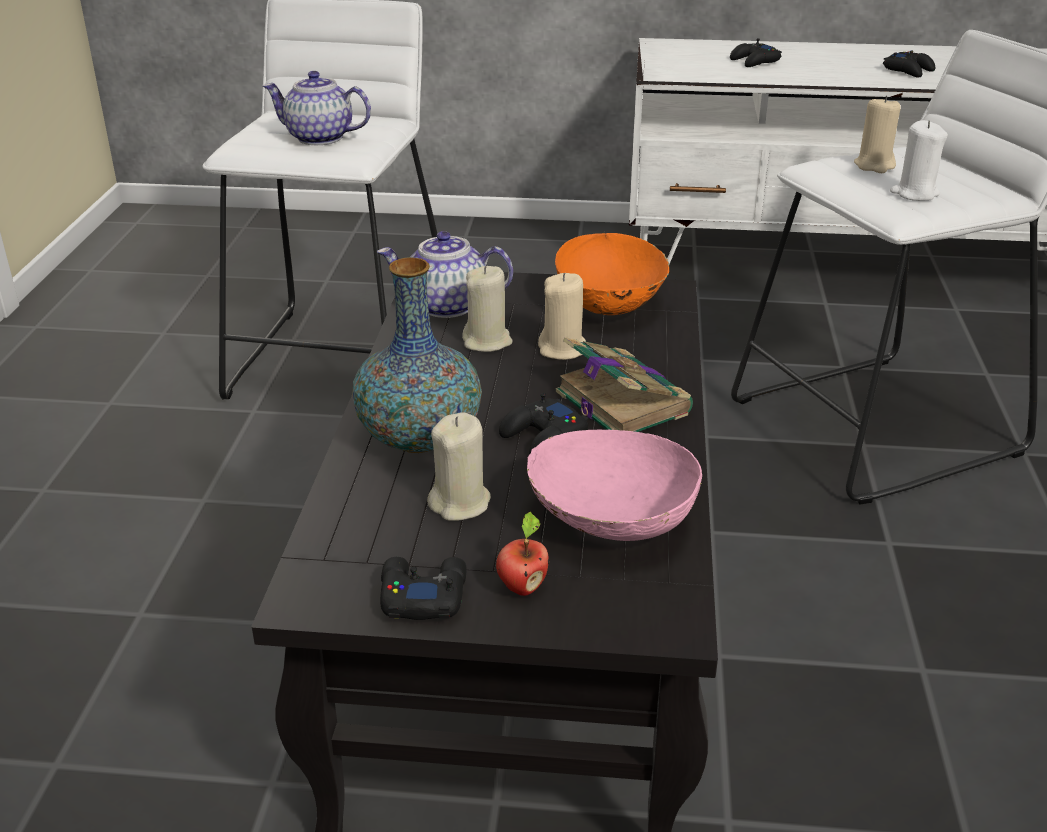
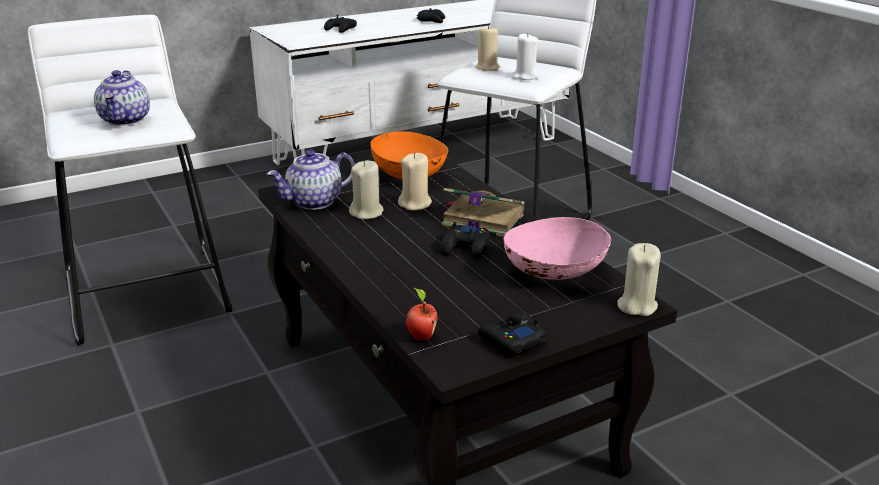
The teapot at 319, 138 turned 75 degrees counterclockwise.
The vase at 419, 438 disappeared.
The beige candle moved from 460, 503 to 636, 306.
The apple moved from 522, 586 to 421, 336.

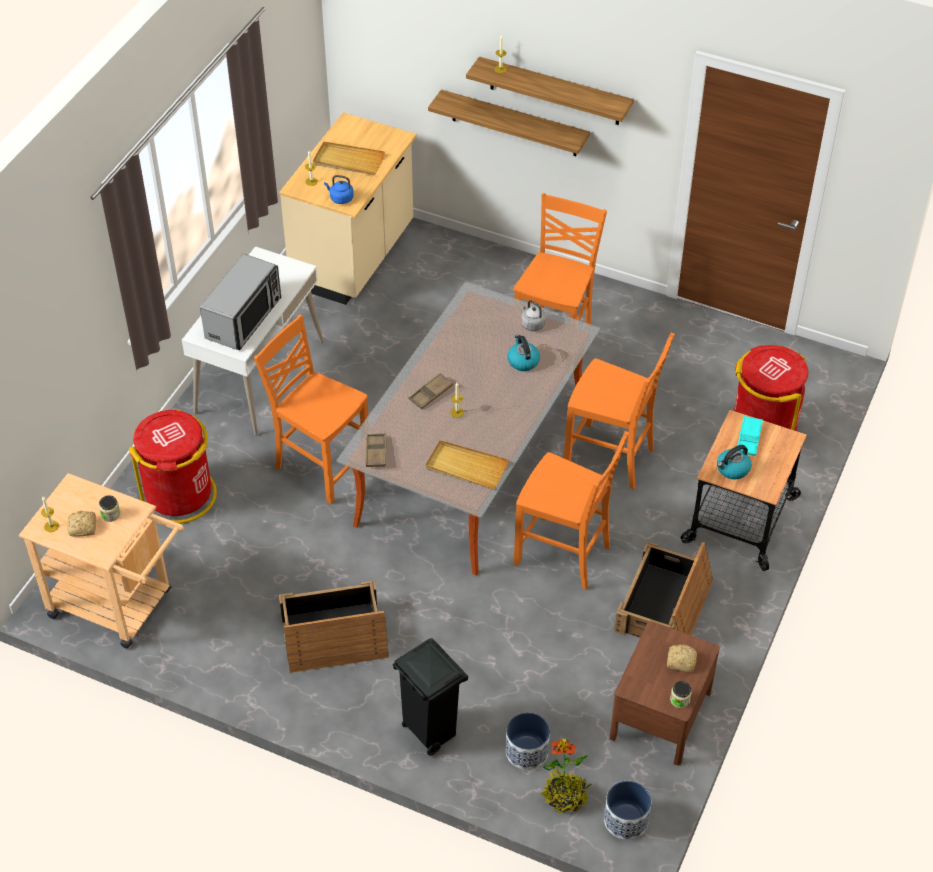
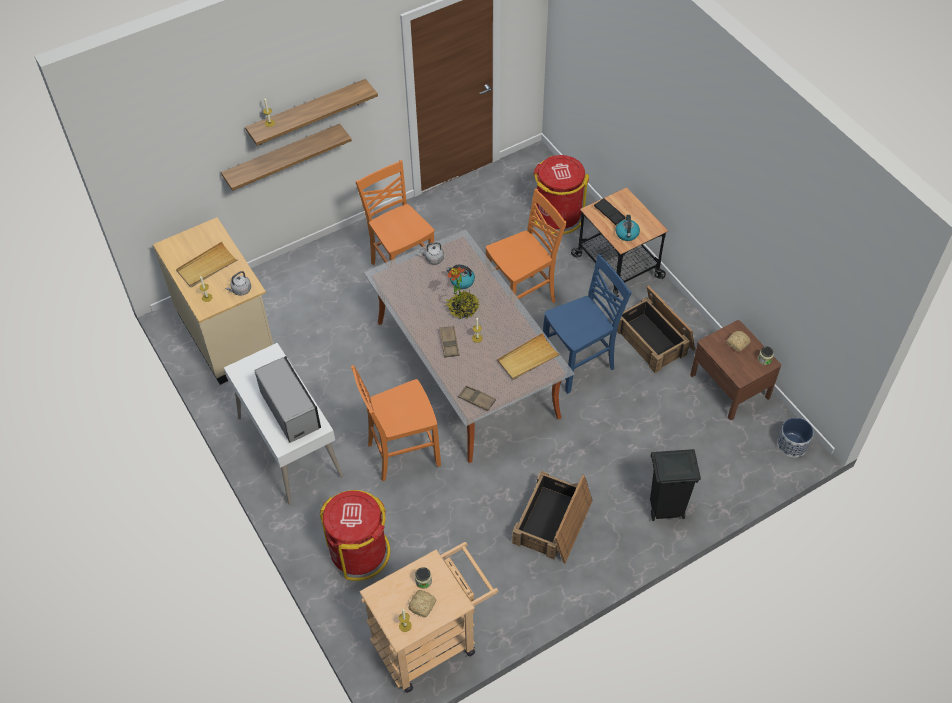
The blue kettle at 340, 198 became the grey kettle at 240, 290.
The turquoise tray at 749, 438 became the black tray at 609, 213.
The orange chair at 564, 555 became the blue chair at 579, 364.
The planter at 526, 752 disappeared.
The potted plant moved from 565, 796 to 463, 308.

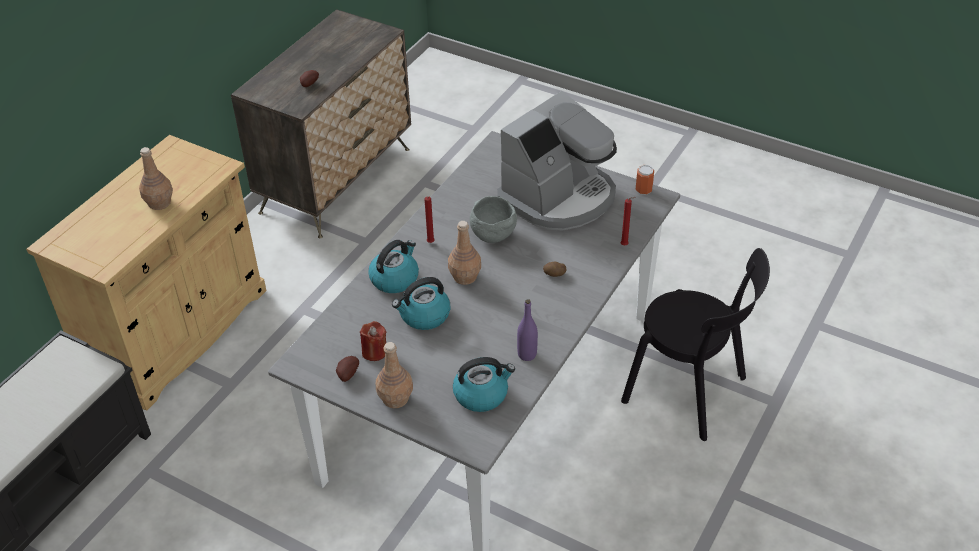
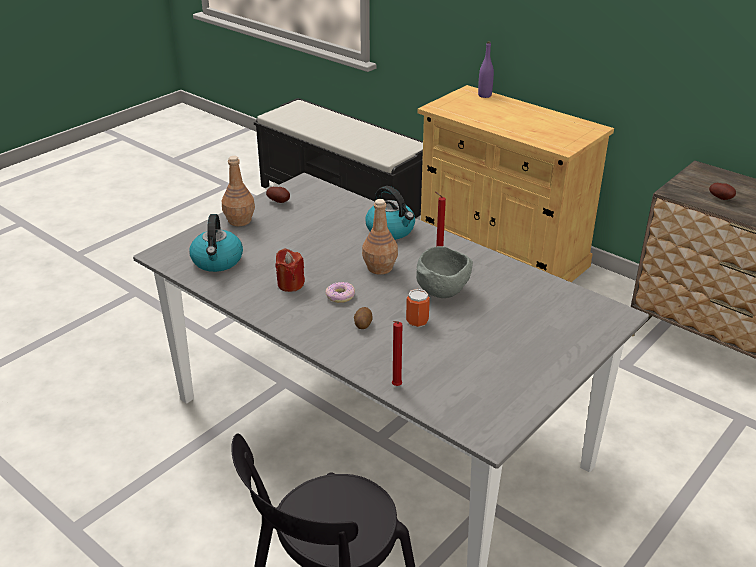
The coffee machine at 559, 197 disappeared.
The brown bottle at 159, 203 disappeared.
The can moved from 643, 189 to 417, 321.
The kettle at 424, 316 disappeared.
The purple bottle moved from 527, 354 to 484, 95.
The red candle moved from 374, 352 to 290, 284.
The donut at 340, 296 appeared.

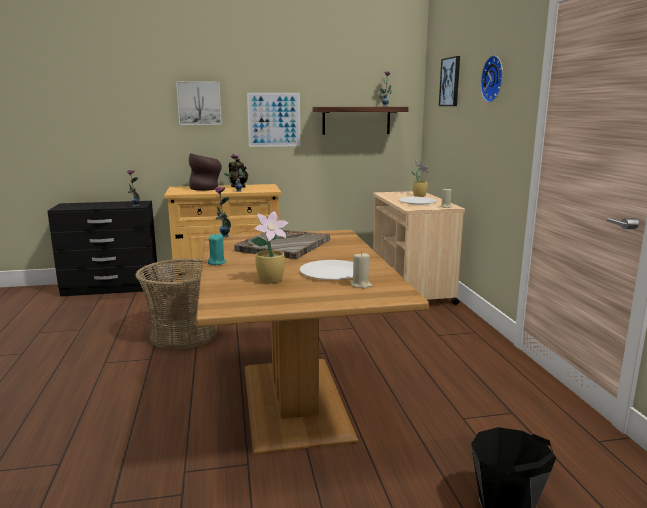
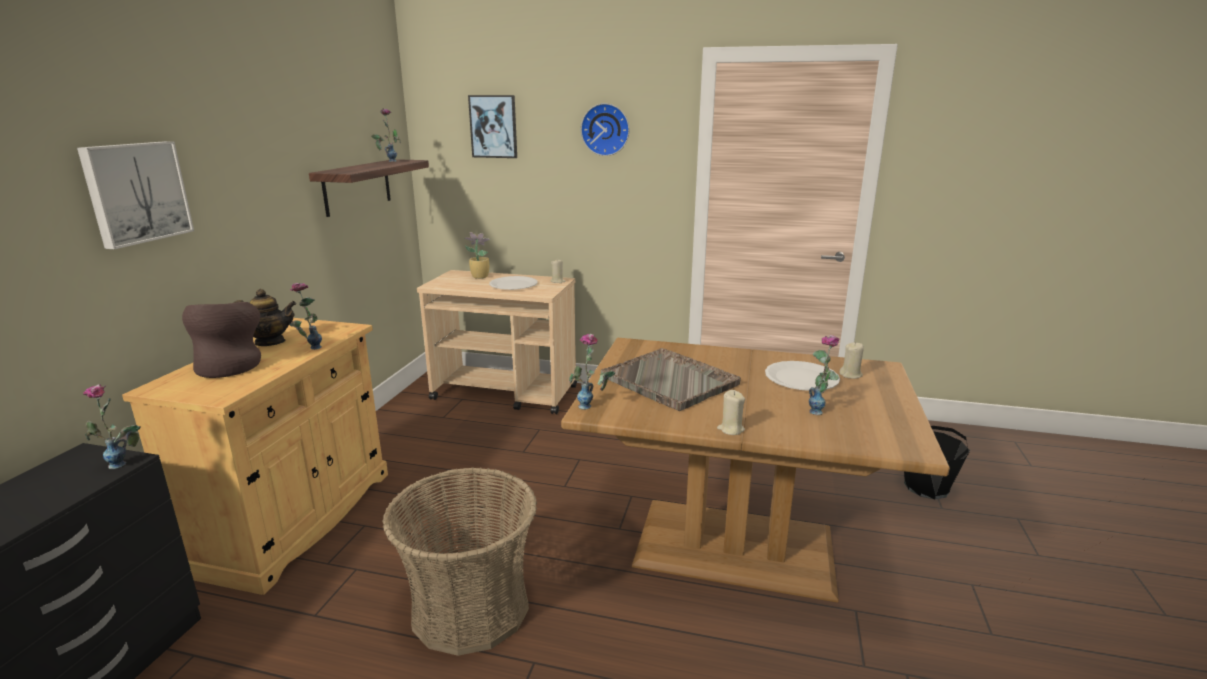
The picture at 274, 119 disappeared.
The potted plant at 272, 280 was replaced by the vase at 820, 409.
The turquoise candle at 217, 262 became the beige candle at 730, 429.

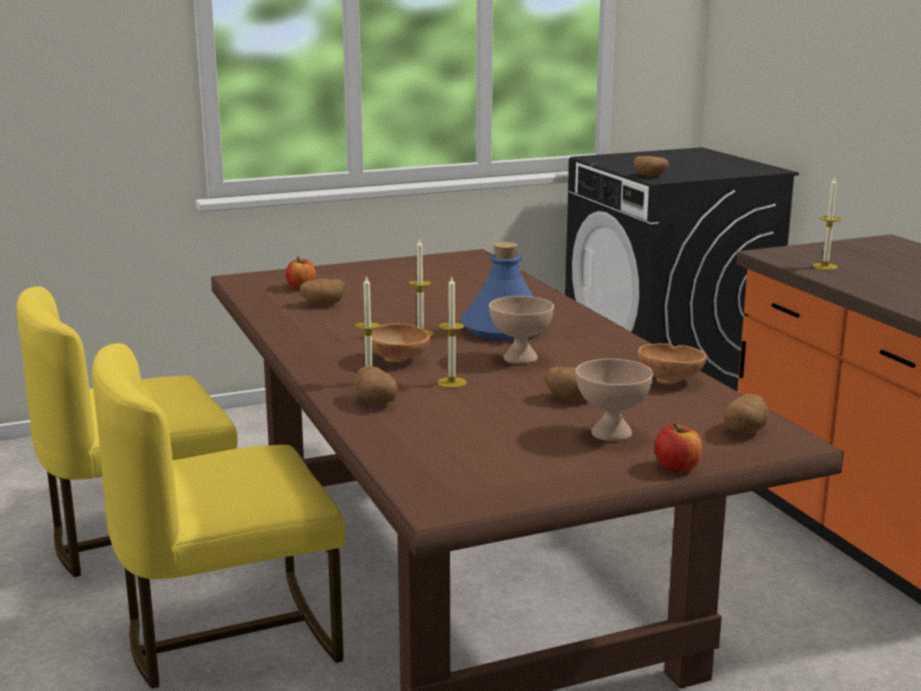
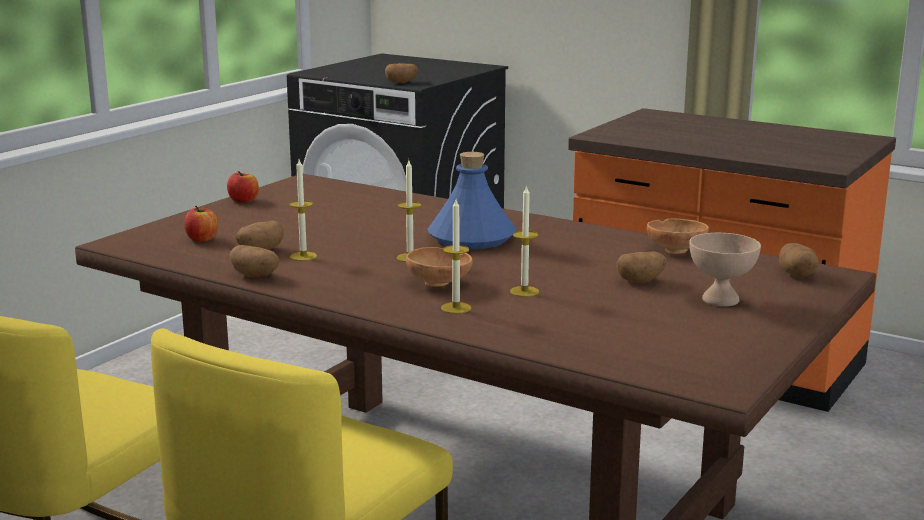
The candle moved from 825, 266 to 303, 256.
The beige bowl at 519, 358 disappeared.
The potato moved from 377, 402 to 256, 276.
The apple moved from 677, 467 to 243, 200.

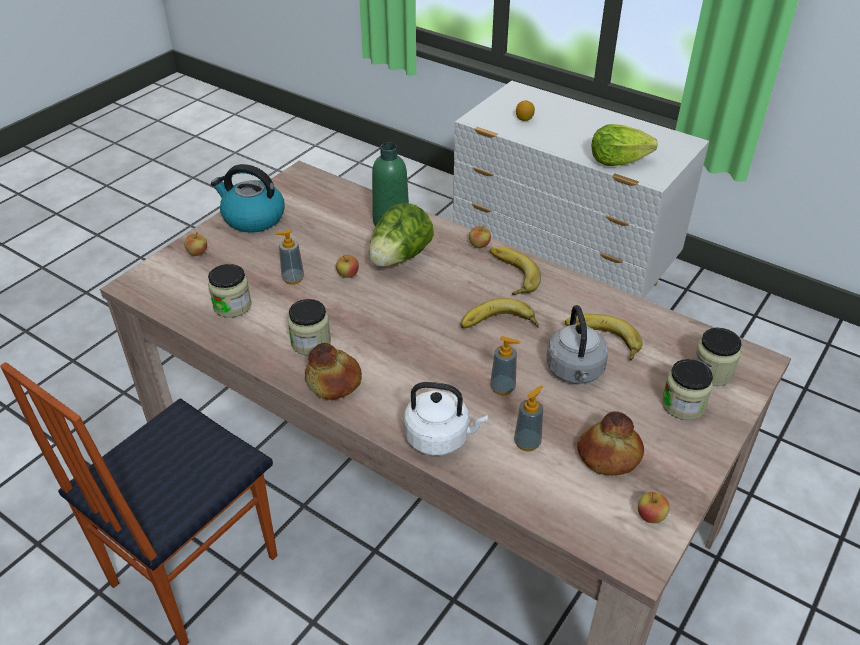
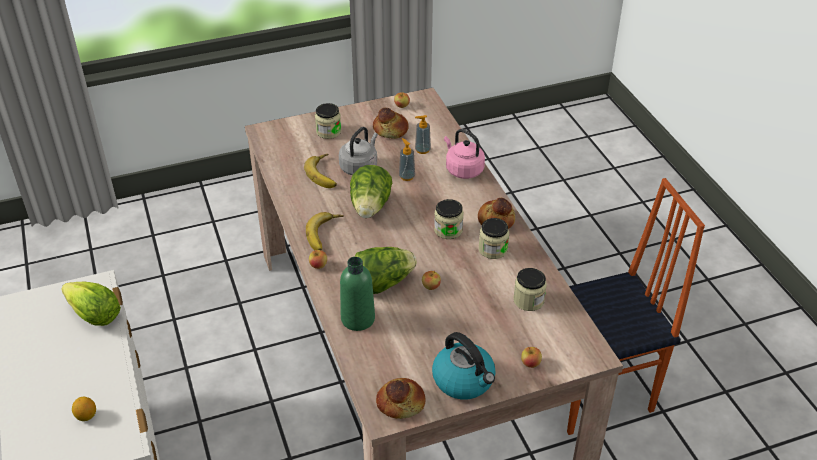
The soap dispenser at 293, 279 disappeared.
The banana at 499, 325 was replaced by the lettuce at 370, 207.
The jar moved from 711, 372 to 448, 230.
The white kettle at 440, 438 became the pink kettle at 463, 170.
The bread at 401, 402 appeared.

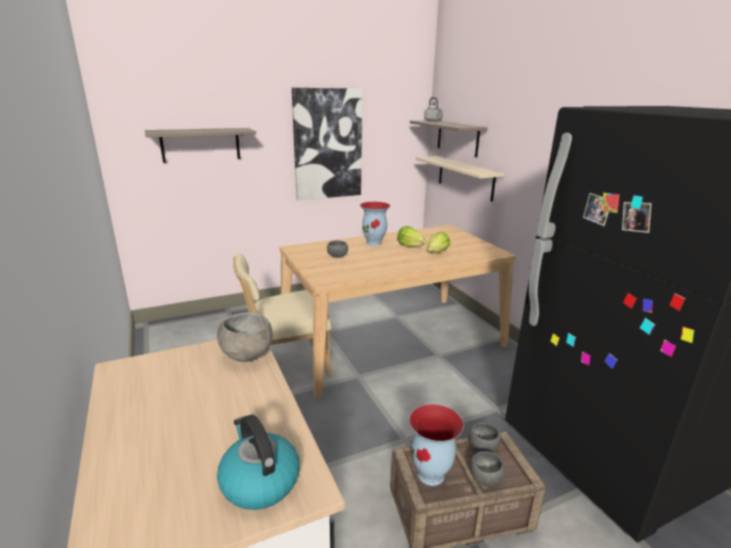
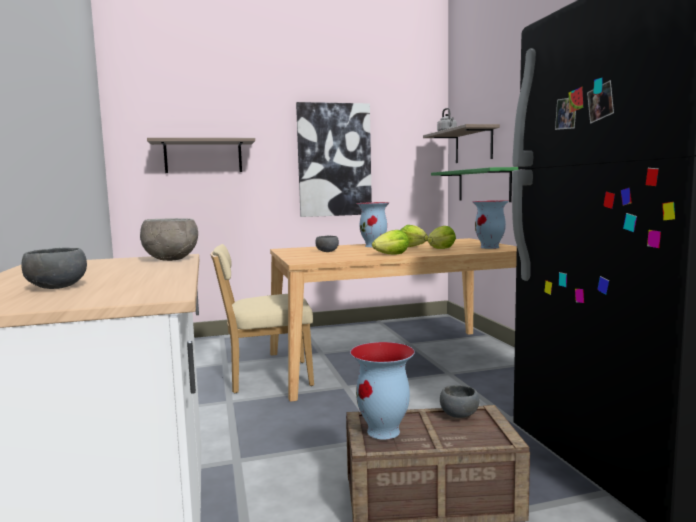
The beige shelf at 465, 177 became the green shelf at 483, 185.
The kettle at 259, 481 disappeared.
The grey bowl moved from 484, 478 to 56, 287.
The vase at 490, 247 appeared.
The lettuce at 392, 255 appeared.

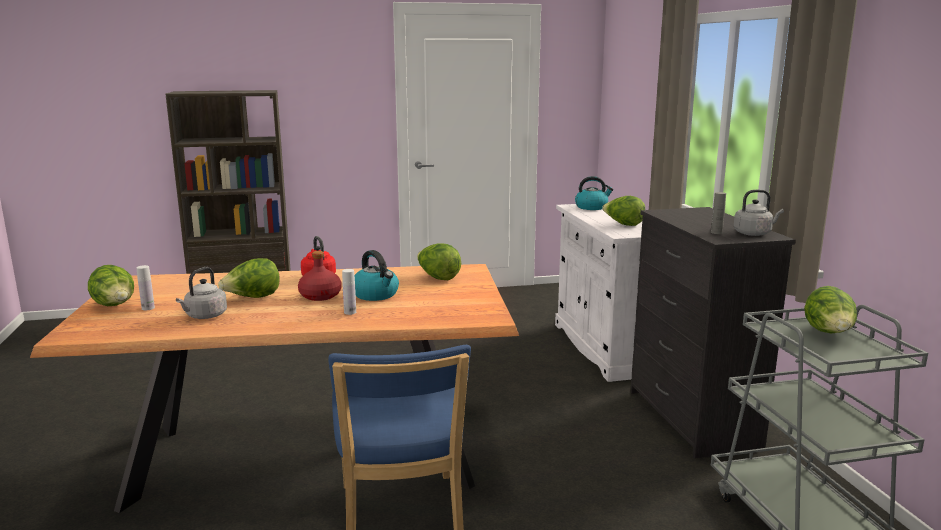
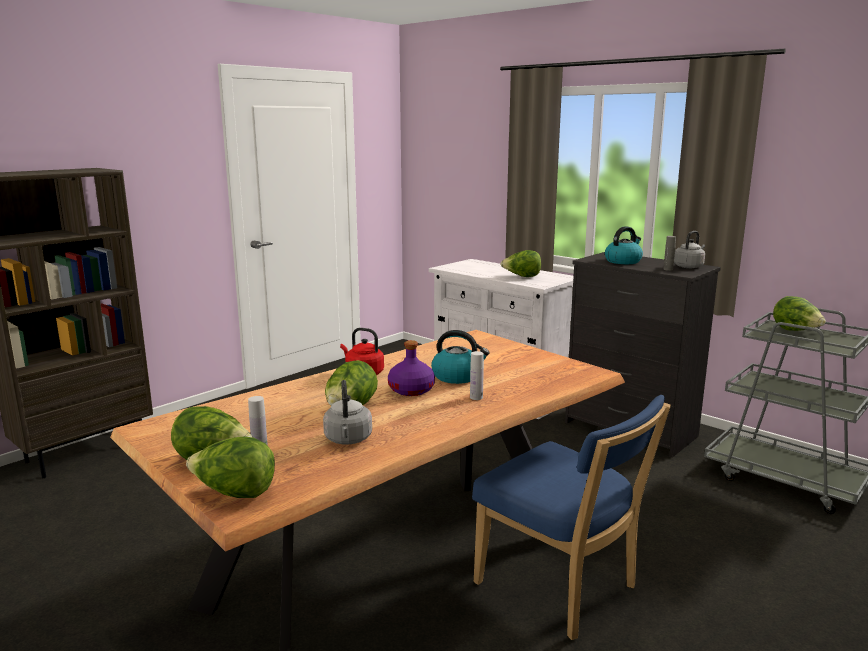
The kettle moved from 592, 207 to 623, 261.
The lettuce moved from 438, 278 to 234, 493.
The red bottle at 321, 296 became the purple bottle at 412, 390.

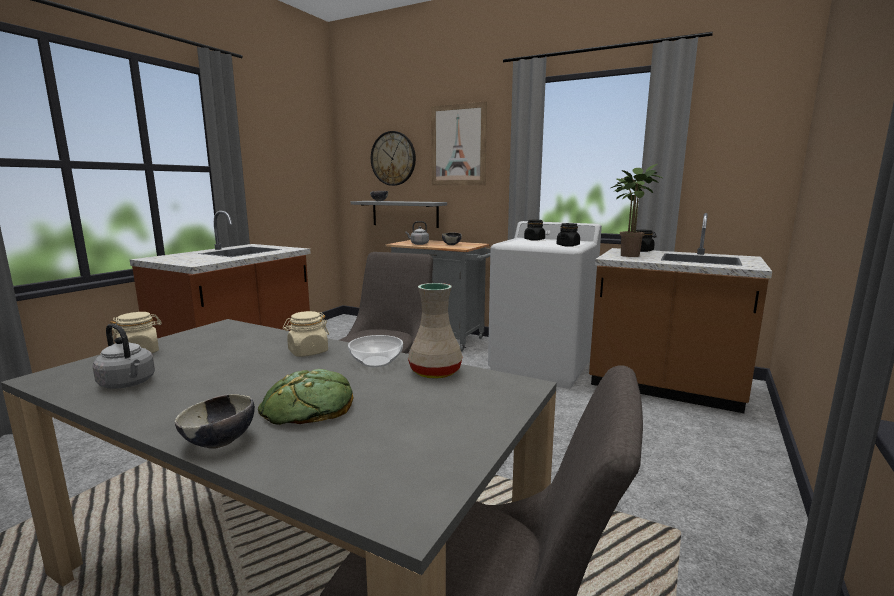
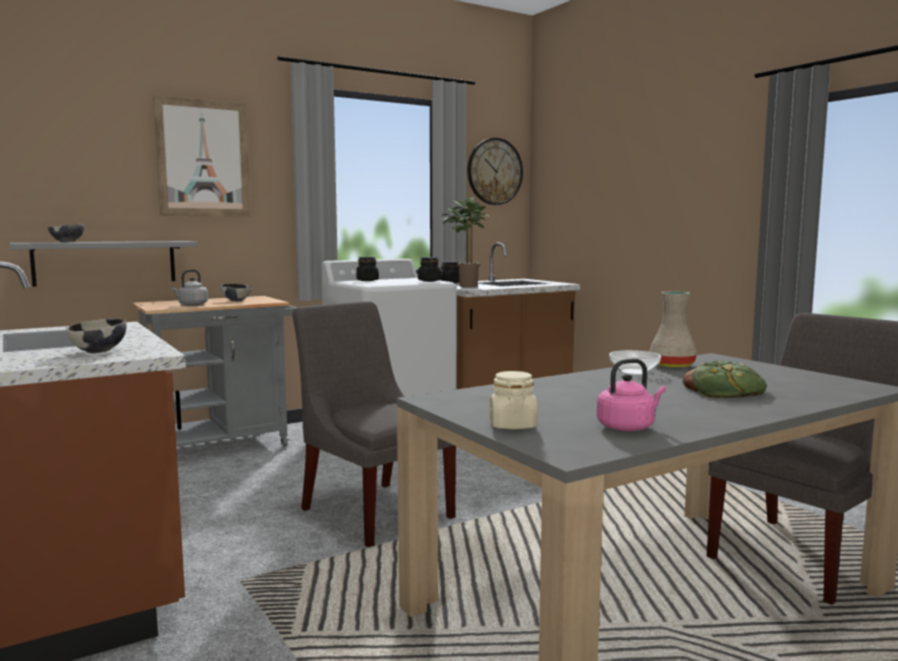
The wall clock moved from 393, 158 to 494, 171.
The beige jar at 308, 352 disappeared.
The grey kettle at 128, 384 became the pink kettle at 628, 427.
The bowl moved from 219, 442 to 99, 351.

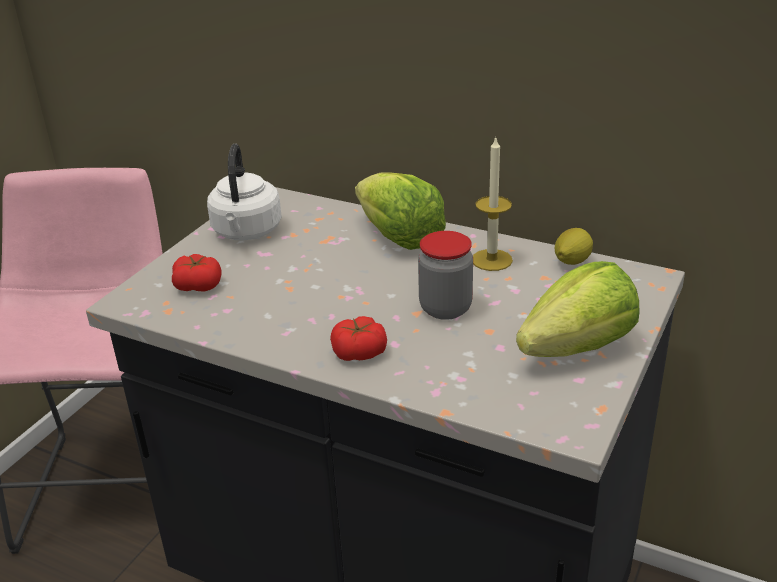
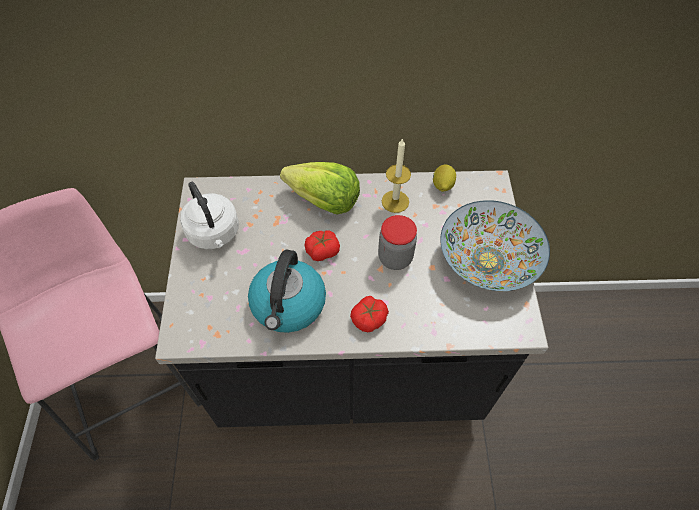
The tomato moved from 198, 285 to 322, 250.
The lettuce at 578, 348 was replaced by the bowl at 488, 261.
The kettle at 288, 305 appeared.

